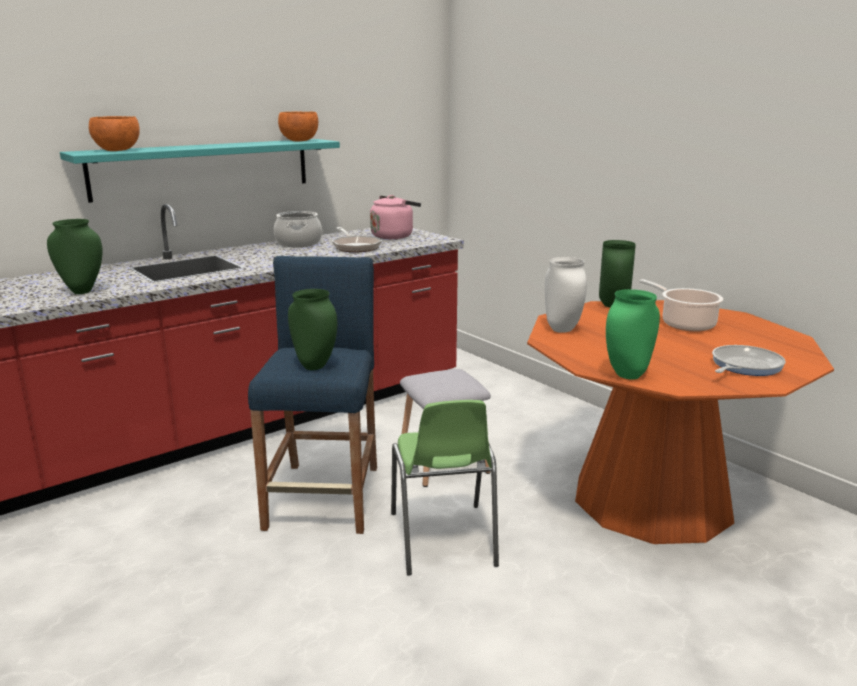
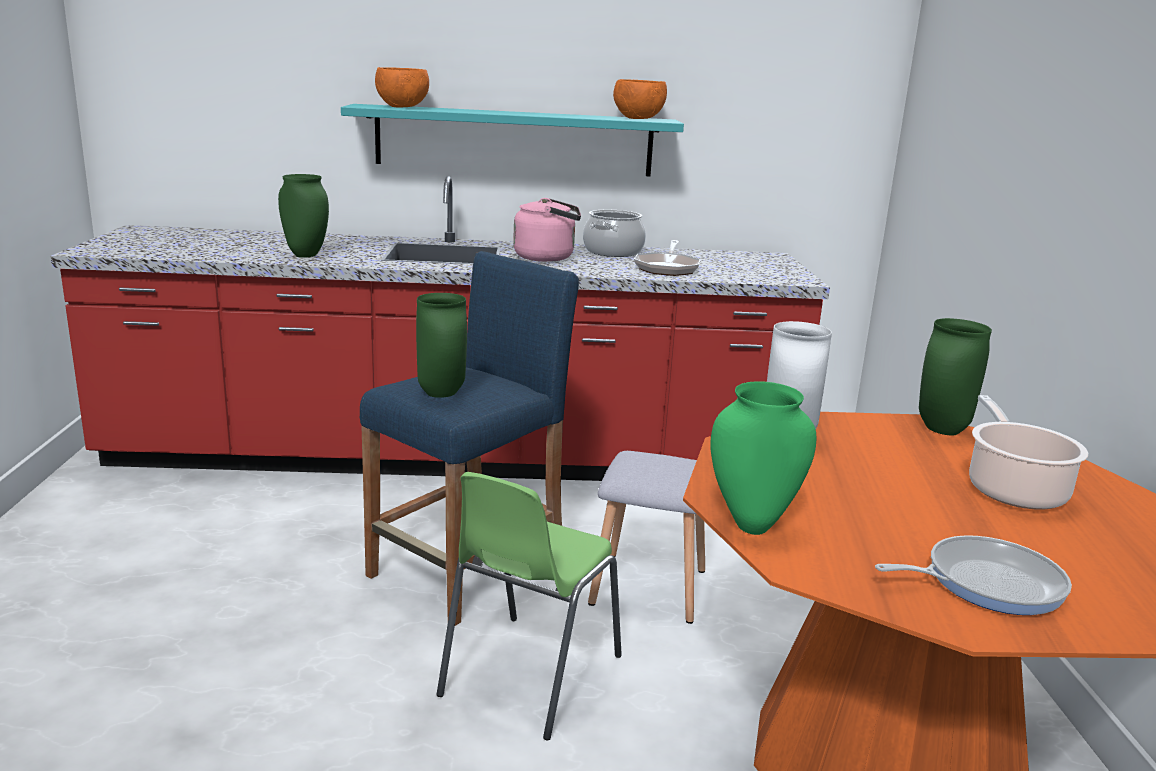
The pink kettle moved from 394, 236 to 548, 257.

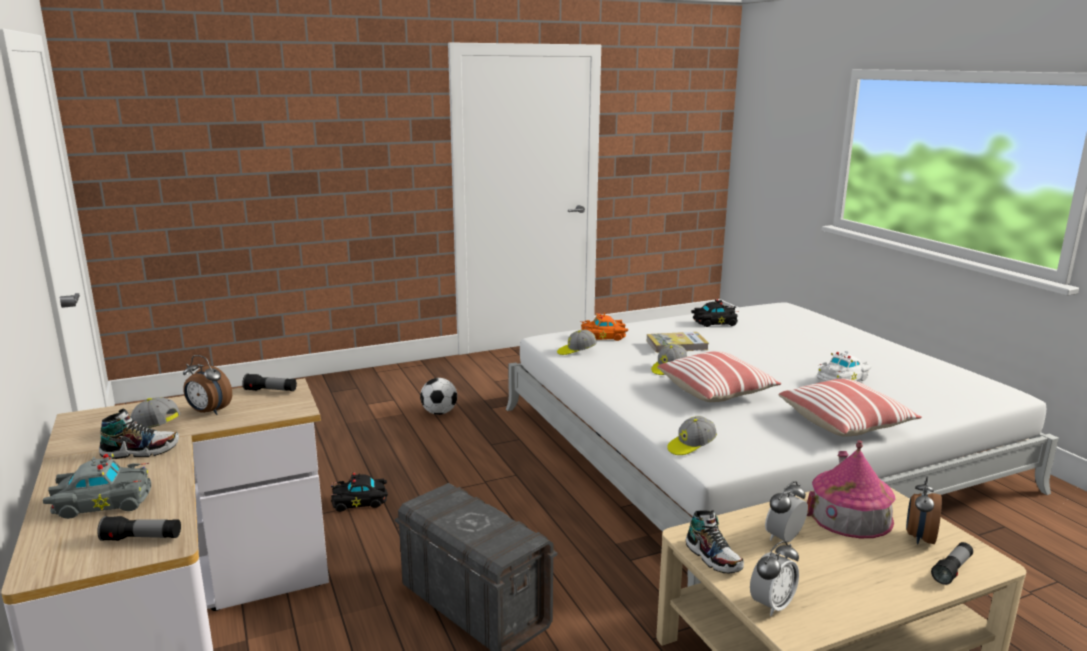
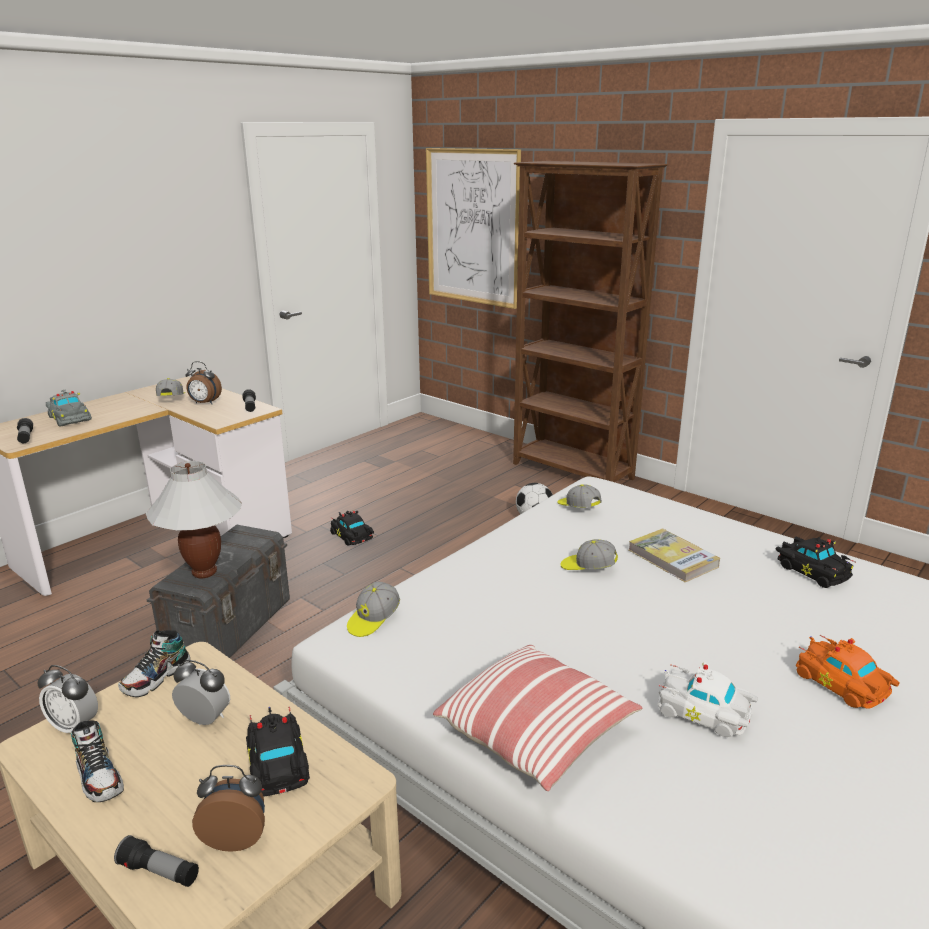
The orange toy car moved from 604, 337 to 842, 685.
The pillow at 716, 391 disappeared.
The alarm clock at 208, 412 turned 75 degrees counterclockwise.
The shoe moved from 140, 451 to 100, 777.
The cap at 691, 446 turned 90 degrees counterclockwise.
The toy house at 849, 515 was replaced by the black toy car at 277, 766.
The picture at 472, 227 appeared.
The brown bookcase at 572, 472 appeared.
The white table lamp at 204, 572 appeared.

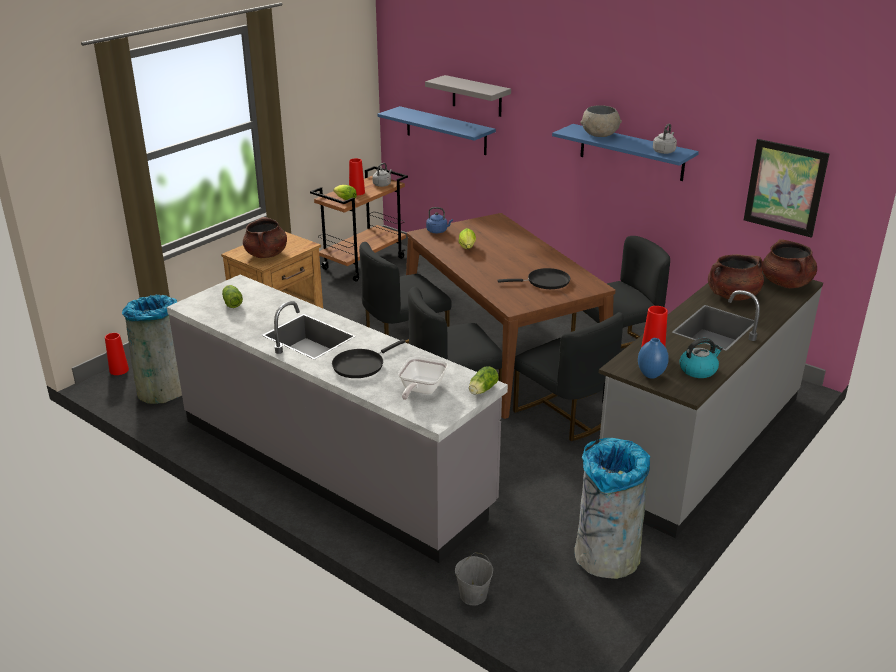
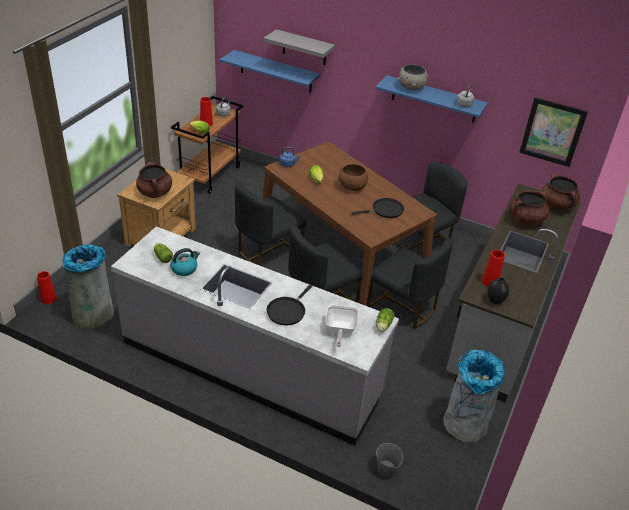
The blue vase at 650, 375 became the black vase at 494, 300.
The kettle moved from 698, 370 to 184, 269.
The brown bowl at 352, 187 appeared.

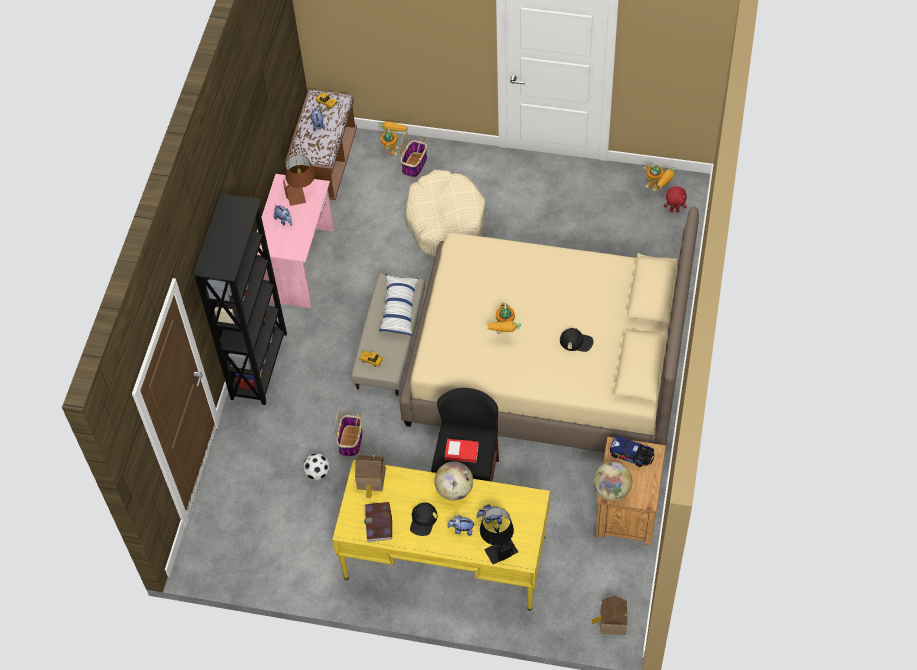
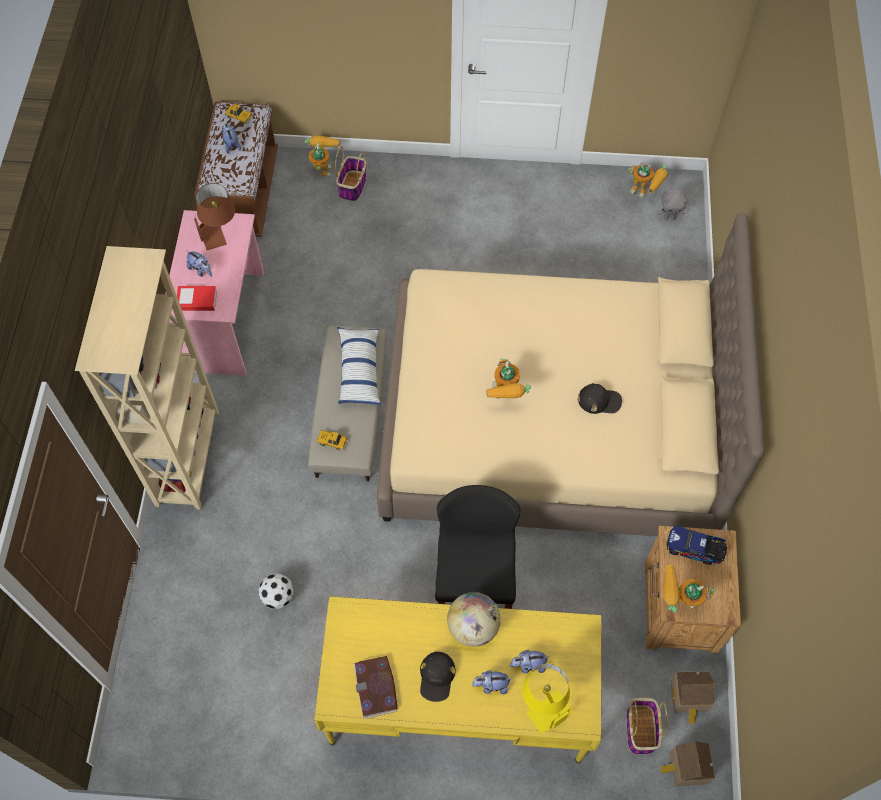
The beige dog bed at 445, 222 disappeared.
The red plush toy at 674, 210 became the grey plush toy at 669, 217.
The black bookcase at 260, 365 became the beige bookcase at 189, 457.
The basket moved from 351, 441 to 641, 730.
The book moved from 461, 452 to 197, 300.
The toy house moved from 371, 480 to 689, 698.
The globe at 611, 490 was replaced by the toy robot at 677, 601.
The black table lamp at 498, 545 became the yellow table lamp at 544, 704.

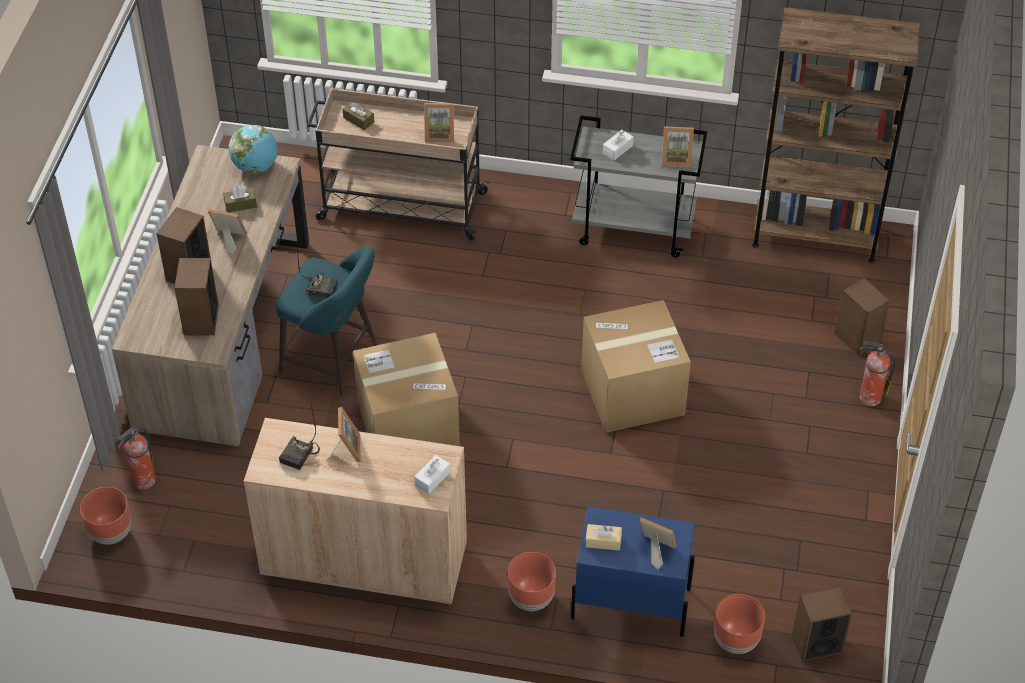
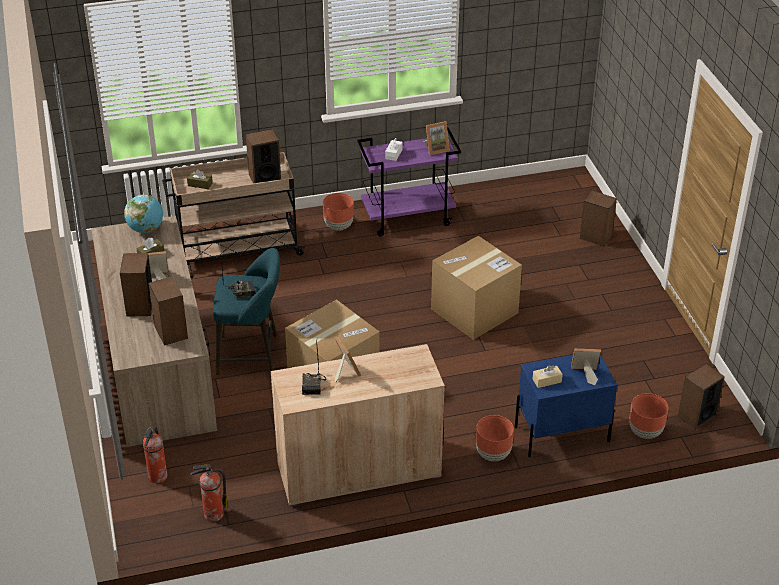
The brown bookcase at 815, 235 disappeared.
The picture frame at 439, 134 was replaced by the speaker at 264, 177.
The grey cart at 634, 229 became the purple cart at 408, 217.
The fire extinguisher moved from 868, 397 to 212, 514.
The white tissue box at 432, 479 disappeared.
The brown planter moved from 111, 533 to 339, 226.

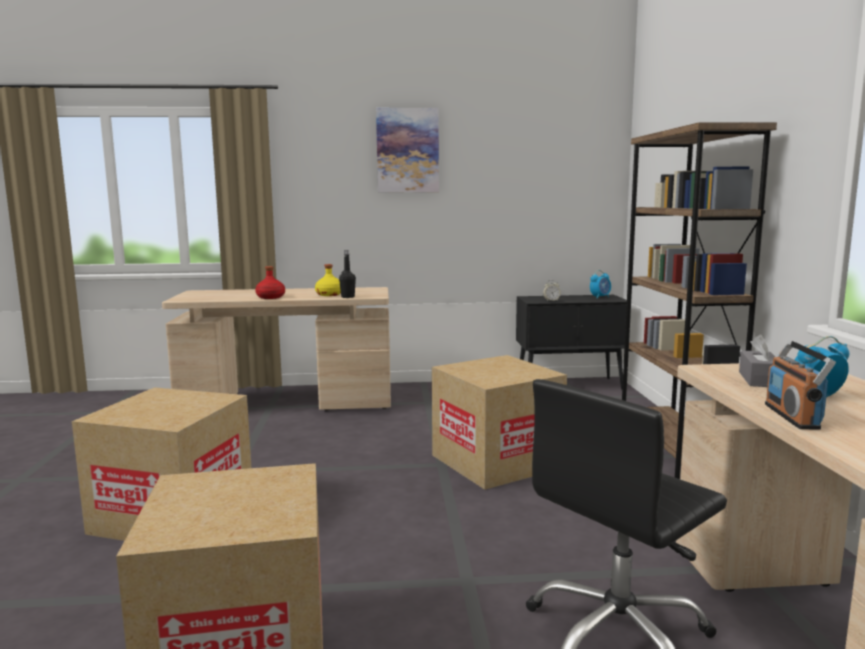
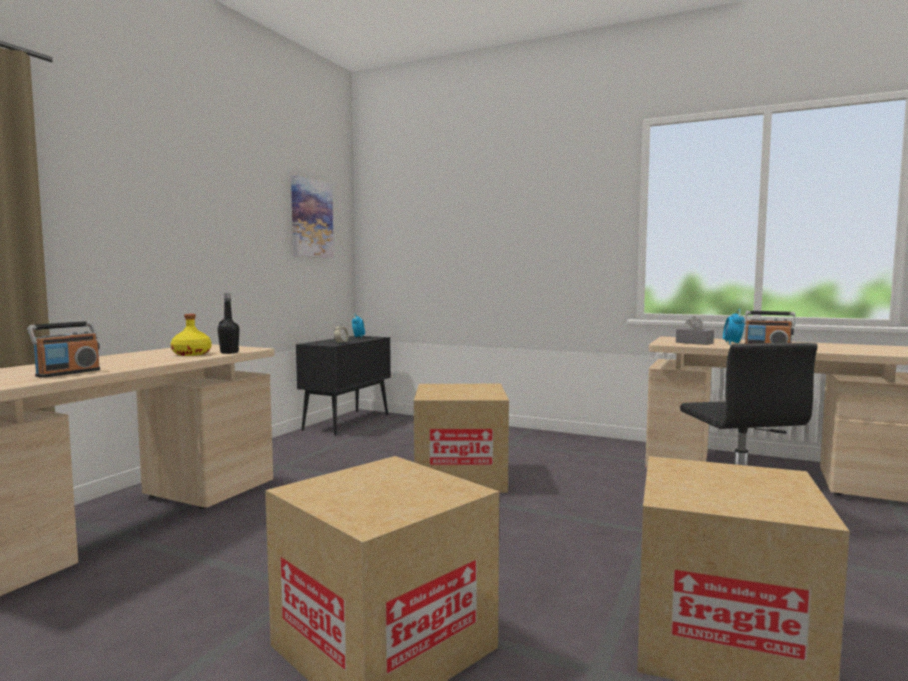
The picture moved from 407, 150 to 311, 218.
The brown bookcase at 674, 450 disappeared.
The red bottle at 270, 297 disappeared.
The radio at 68, 373 appeared.

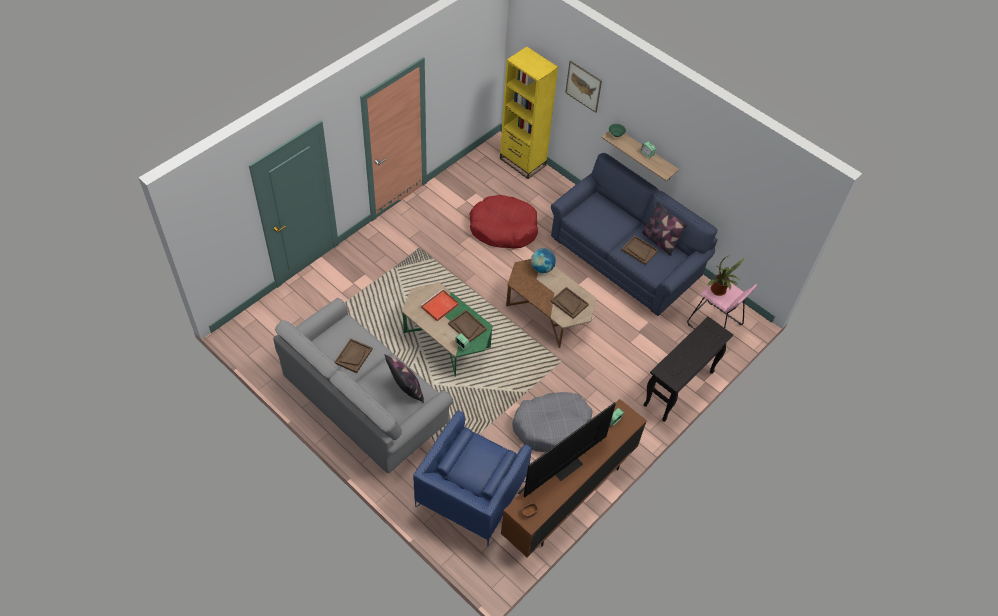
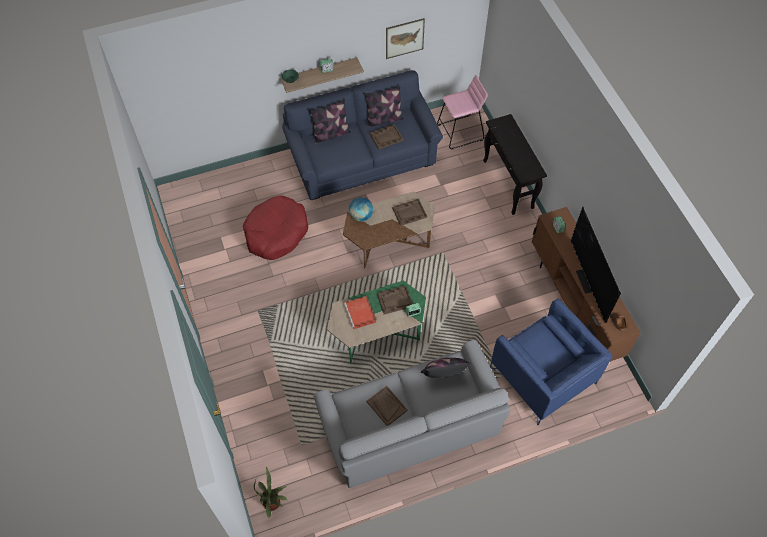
The yellow bookcase at 522, 162 disappeared.
The picture moved from 583, 86 to 404, 38.
The potted plant moved from 719, 291 to 273, 502.
The grey dog bed at 552, 426 disappeared.
The pillow at 331, 134 appeared.

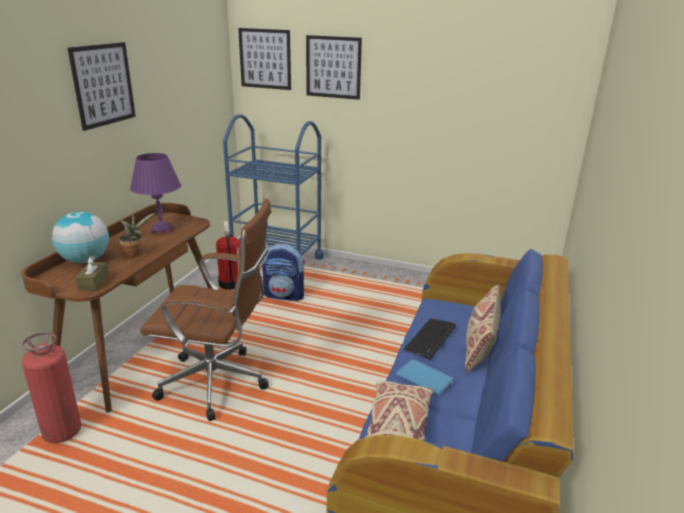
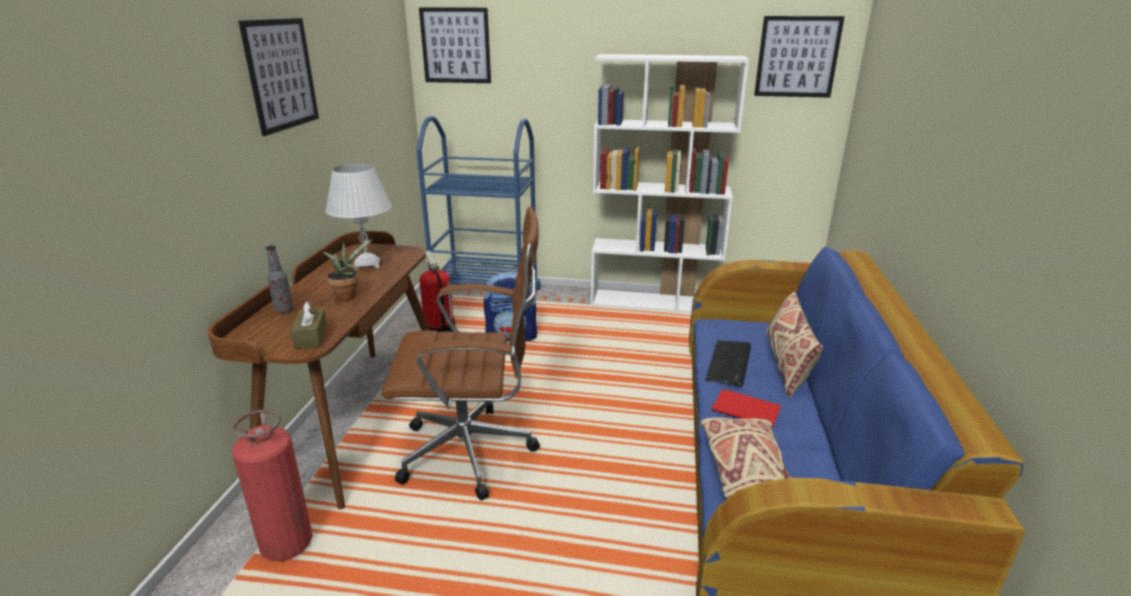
The picture moved from 333, 67 to 797, 57.
The purple table lamp at 161, 230 became the white table lamp at 367, 265.
The globe at 85, 260 was replaced by the bottle at 284, 311.
The blue book at 423, 377 became the red book at 744, 408.
The white bookcase at 654, 302 appeared.

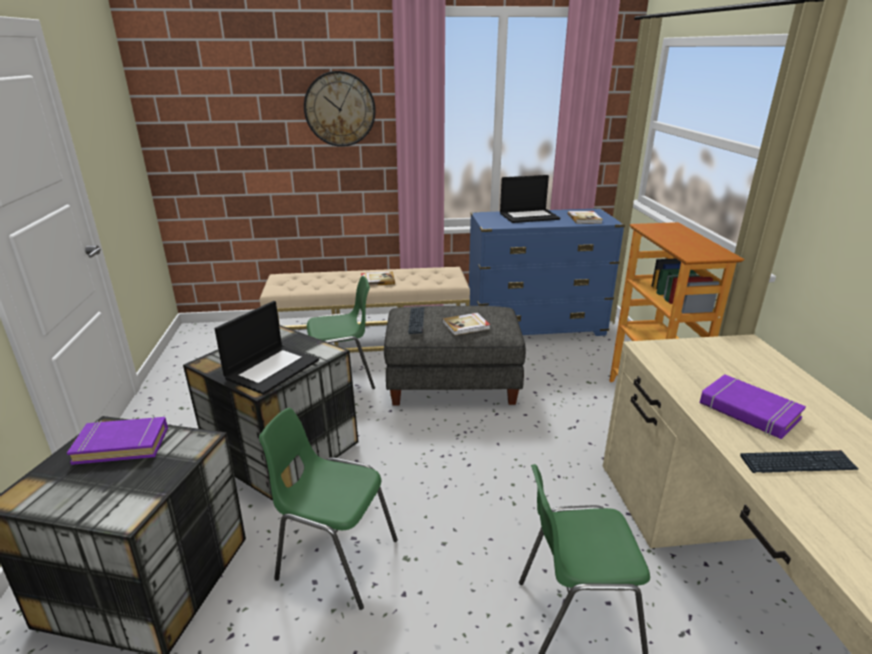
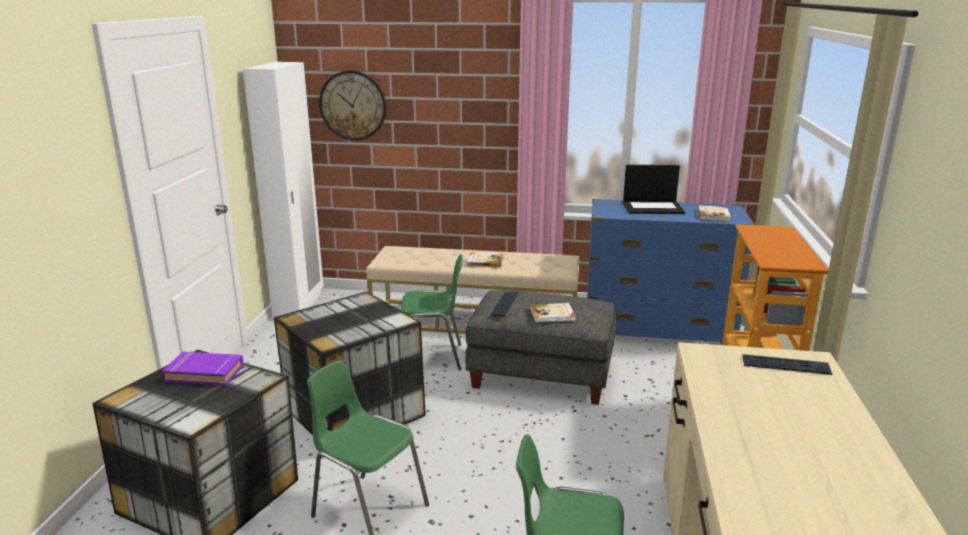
The wall clock moved from 340, 109 to 353, 105.
The laptop at 272, 368 disappeared.
The purple book at 748, 411 disappeared.
The keyboard moved from 797, 463 to 786, 366.
The white wardrobe at 299, 305 appeared.

